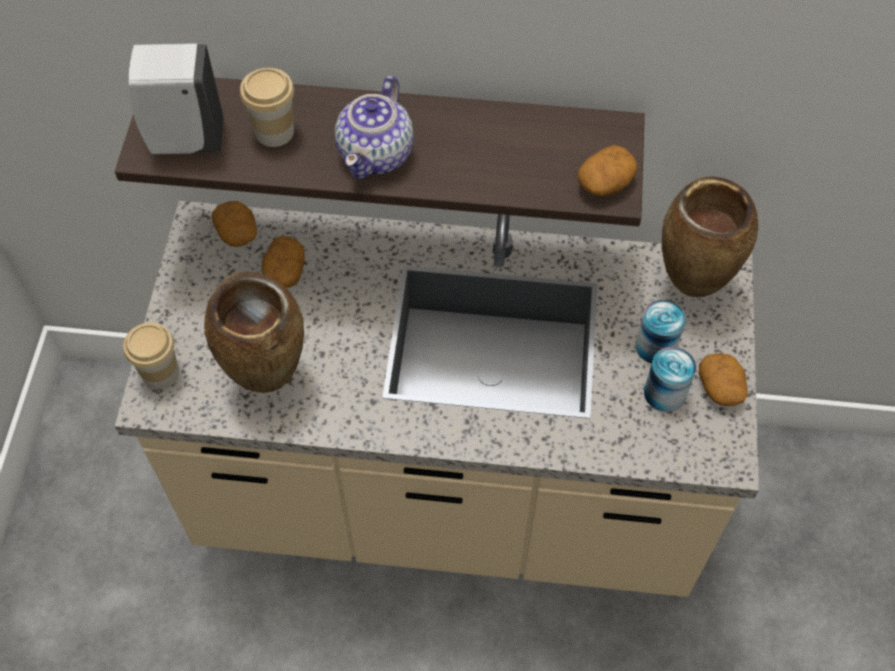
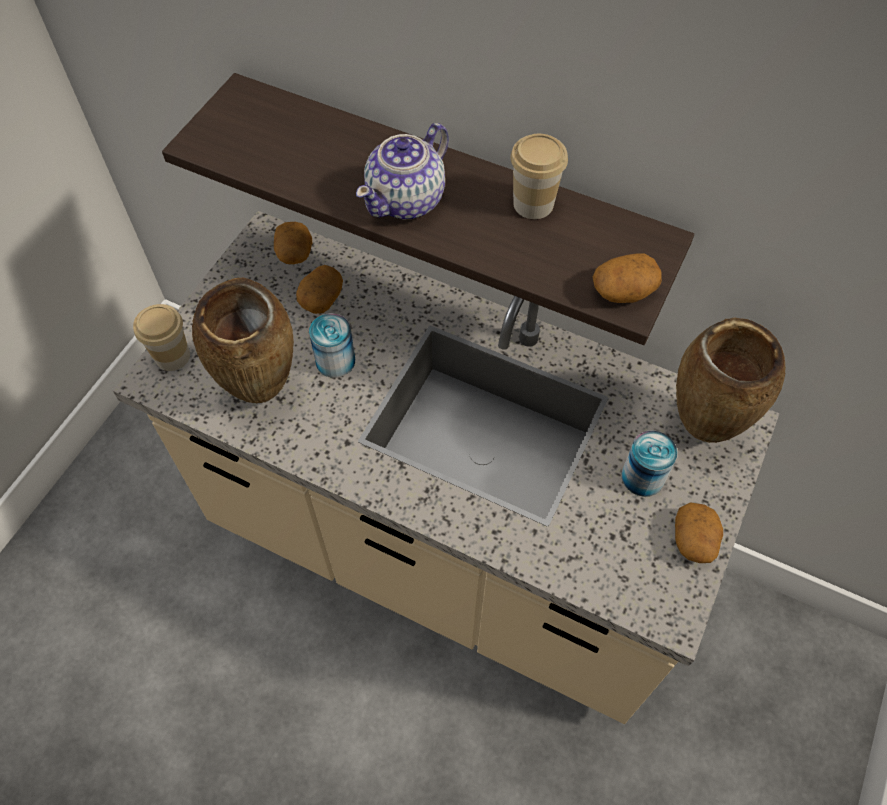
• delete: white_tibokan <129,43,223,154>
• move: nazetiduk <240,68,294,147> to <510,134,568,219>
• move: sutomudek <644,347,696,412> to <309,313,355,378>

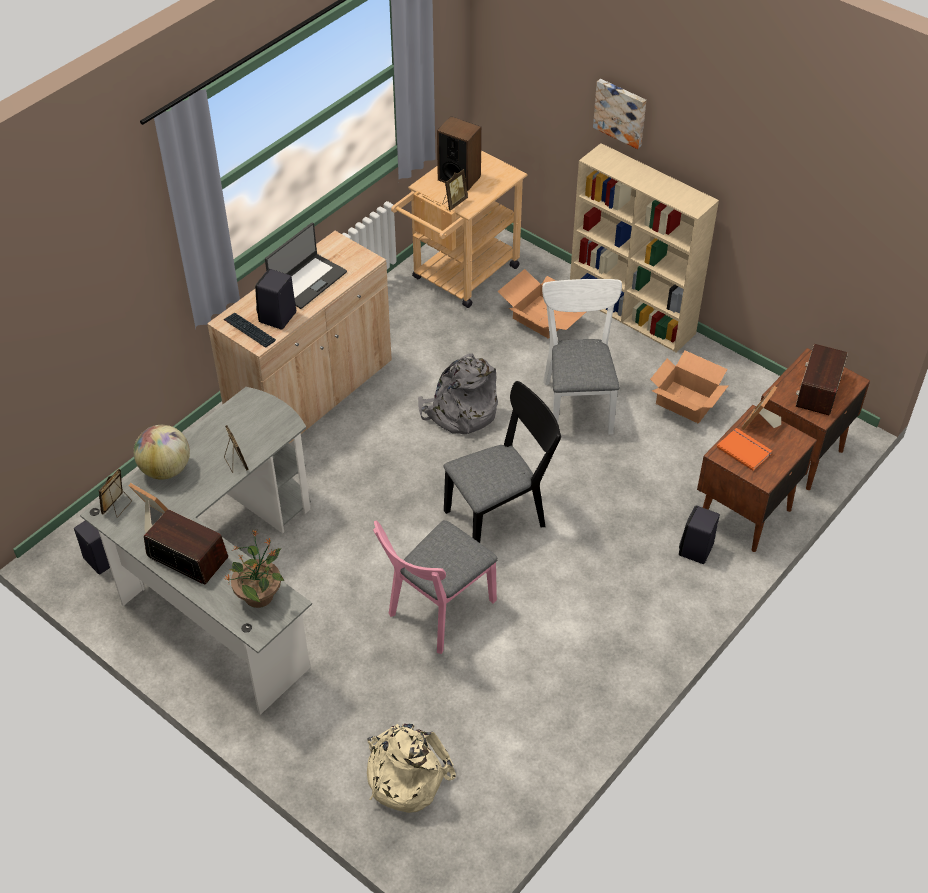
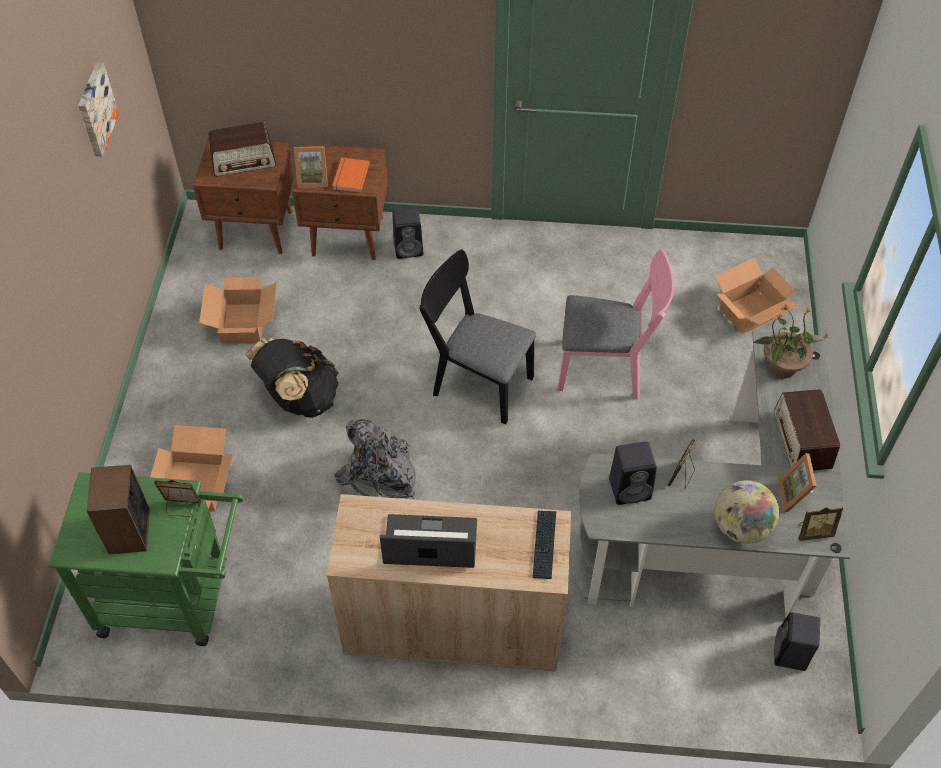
• move: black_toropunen <255,269,296,329> to <609,441,657,505>
• replace: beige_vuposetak <367,724,456,813> to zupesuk <715,258,799,334>
• recolor: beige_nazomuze <391,151,527,308> to green_nazomuze <48,472,244,646>
• replace: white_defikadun <542,279,622,435> to black_vuposetak <245,338,338,418>
• delete: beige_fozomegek <570,143,719,353>
• move: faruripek <593,79,646,149> to <78,62,119,157>

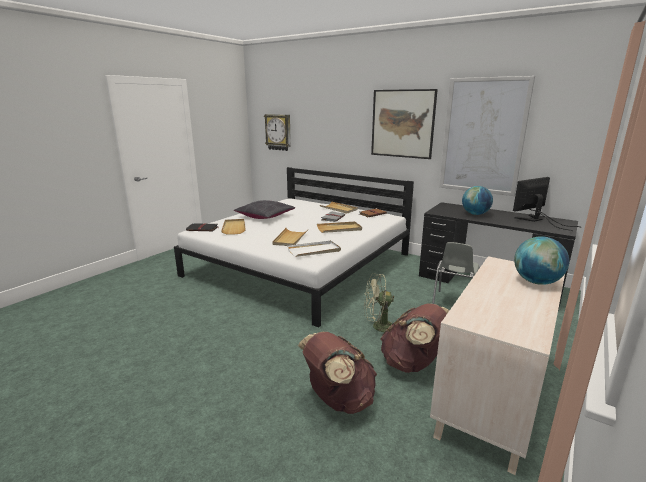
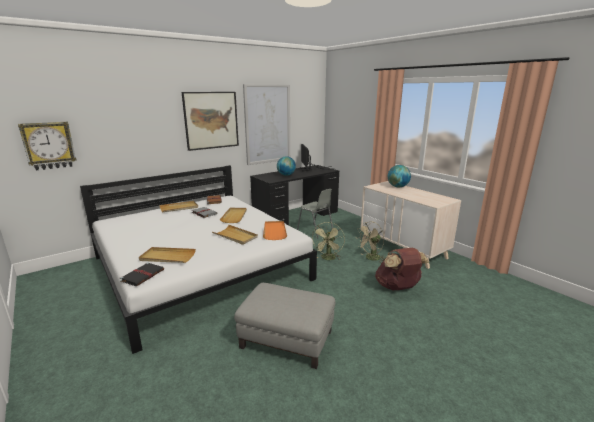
• delete: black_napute <234,200,295,219>
• recolor: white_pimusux <287,240,341,257> to orange_pimusux <263,221,287,240>
• replace: brown_vuposetak <381,304,449,373> to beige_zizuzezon <357,221,385,263>
• insert: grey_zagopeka <234,283,335,369>

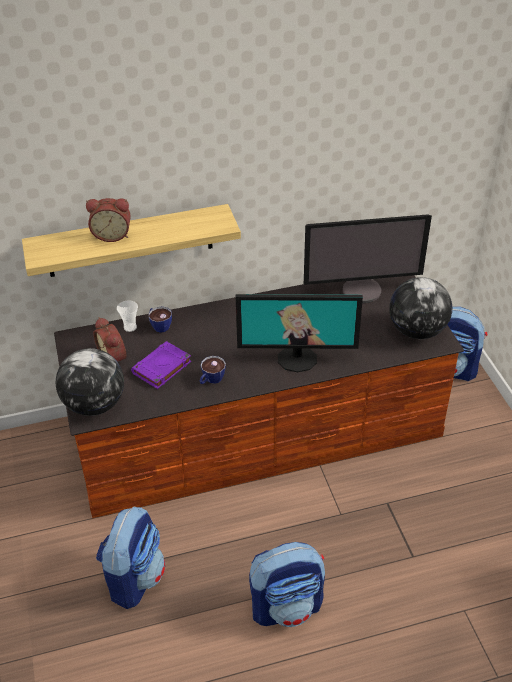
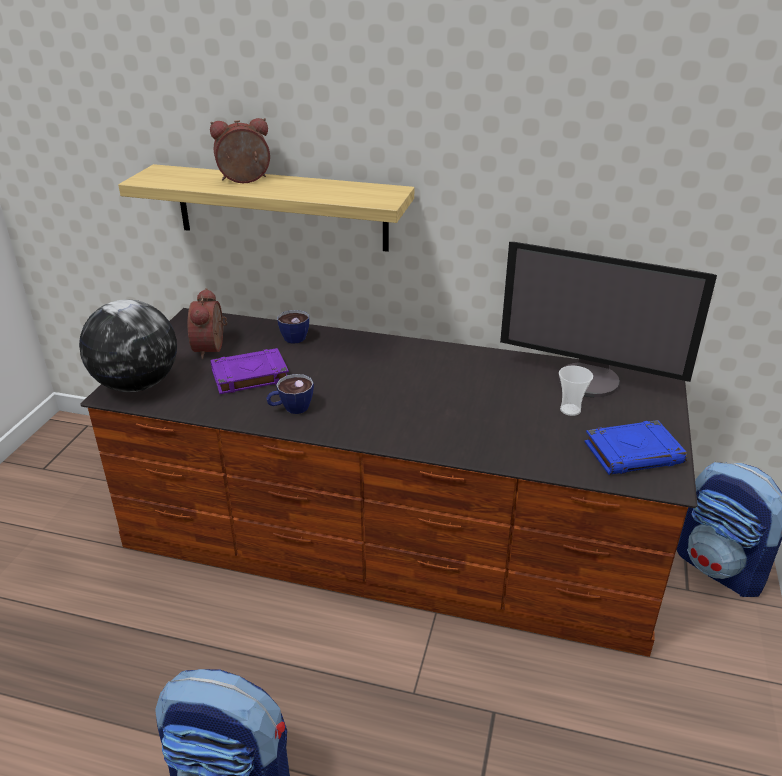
• rotate: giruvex <86,198,131,242> = <210,118,270,183> 135 degrees clockwise
• delete: vuposetak <96,507,165,609>
• move: nazetiduk <117,300,138,332> to <559,366,593,416>
• delete: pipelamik <236,294,363,372>
• replace: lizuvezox <390,277,452,339> to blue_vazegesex <585,420,687,475>

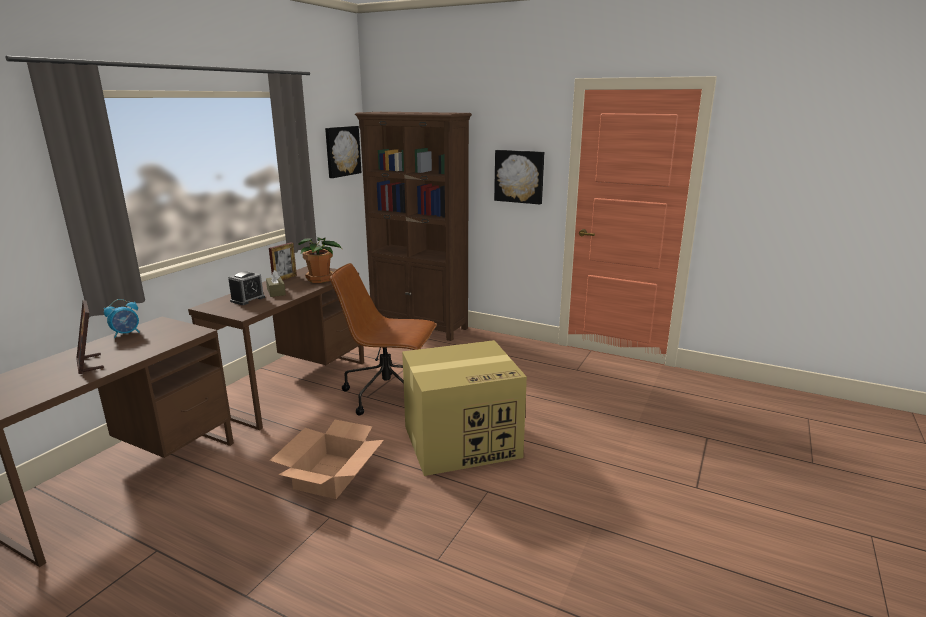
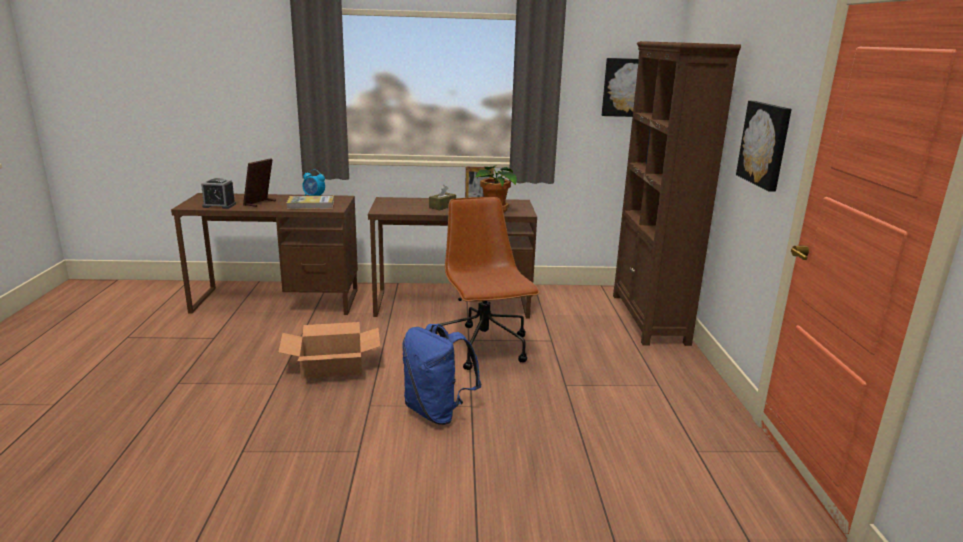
• move: giruvex <228,271,265,305> to <201,178,236,209>
• replace: zupesuk <402,340,527,476> to blue_vuposetak <402,324,481,425>
• insert: vazegesex <287,196,334,209>

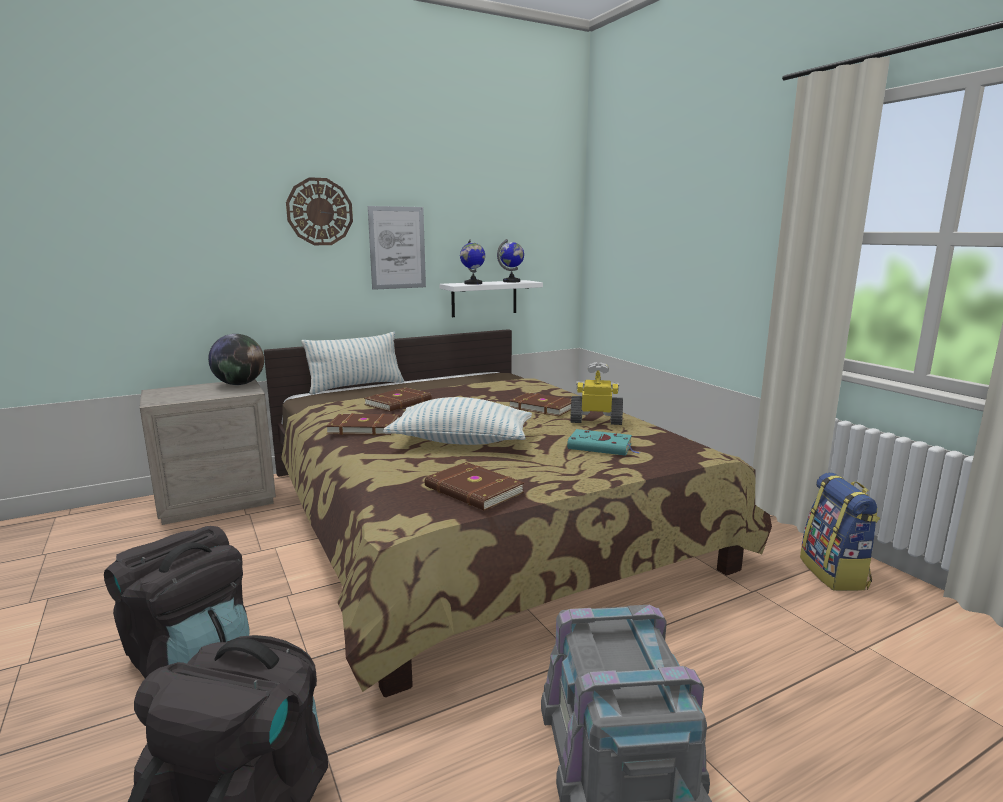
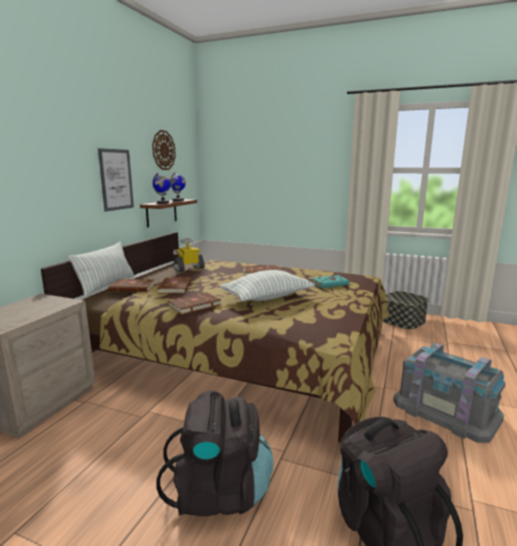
• delete: lizuvezox <208,334,264,385>
• move: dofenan <286,177,353,245> to <152,130,176,170>
• move: brown_vazegesex <425,462,524,511> to <108,279,155,292>
• recolor: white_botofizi <439,280,543,317> to brown_botofizi <140,199,197,227>
• move: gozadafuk <570,362,623,425> to <173,238,205,272>
• replace: vuposetak <800,473,880,591> to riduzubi <383,291,429,329>

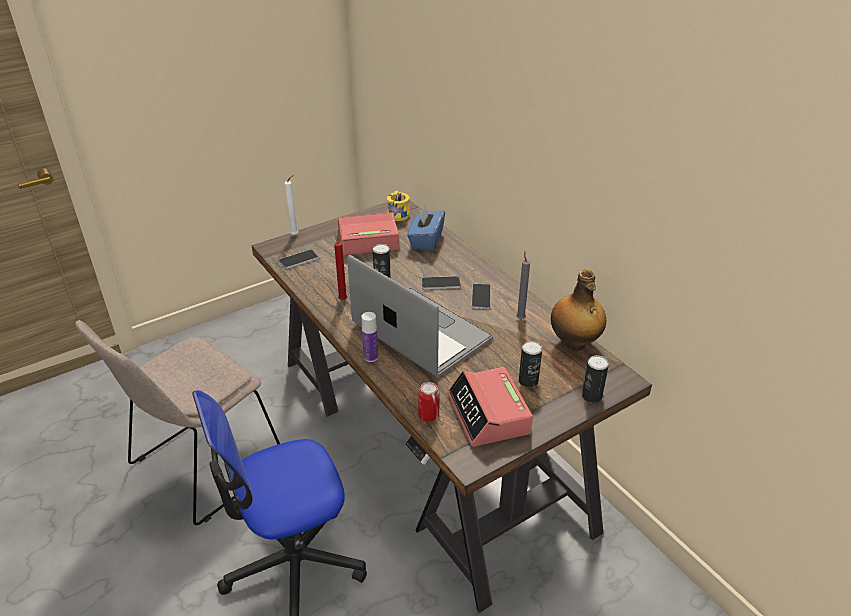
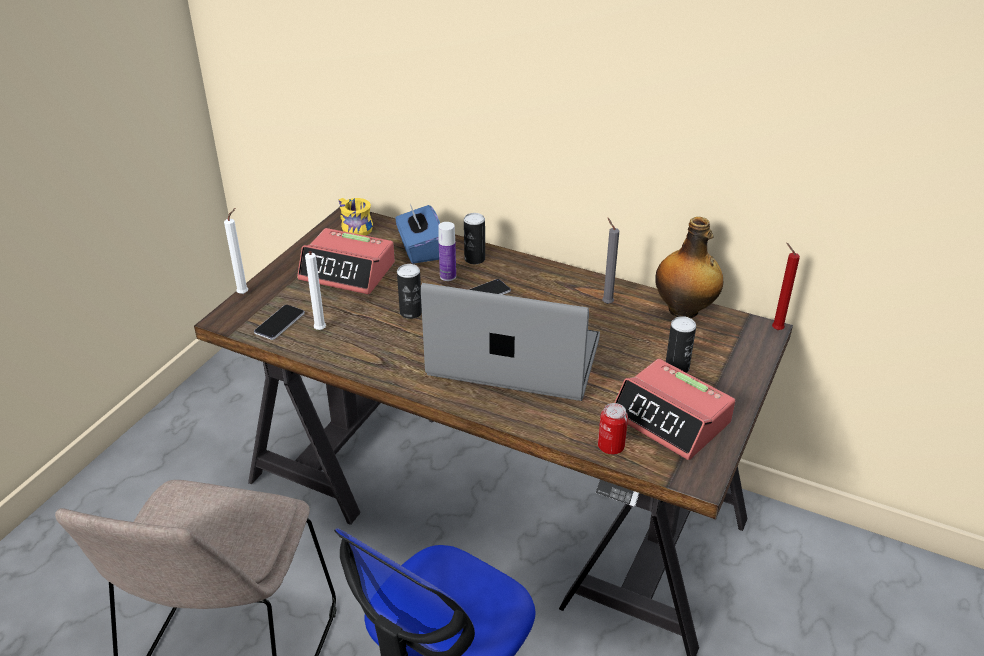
• move: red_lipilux <334,234,347,300> to <772,243,800,330>
• rotate: giruvex <338,212,399,255> = <297,228,395,294> 120 degrees counterclockwise
• move: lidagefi <361,312,378,362> to <438,222,456,281>
• delete: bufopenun <471,284,491,309>
• move: sutomudek <582,355,609,403> to <464,213,485,264>
• insert: white_lipilux <305,251,326,330>

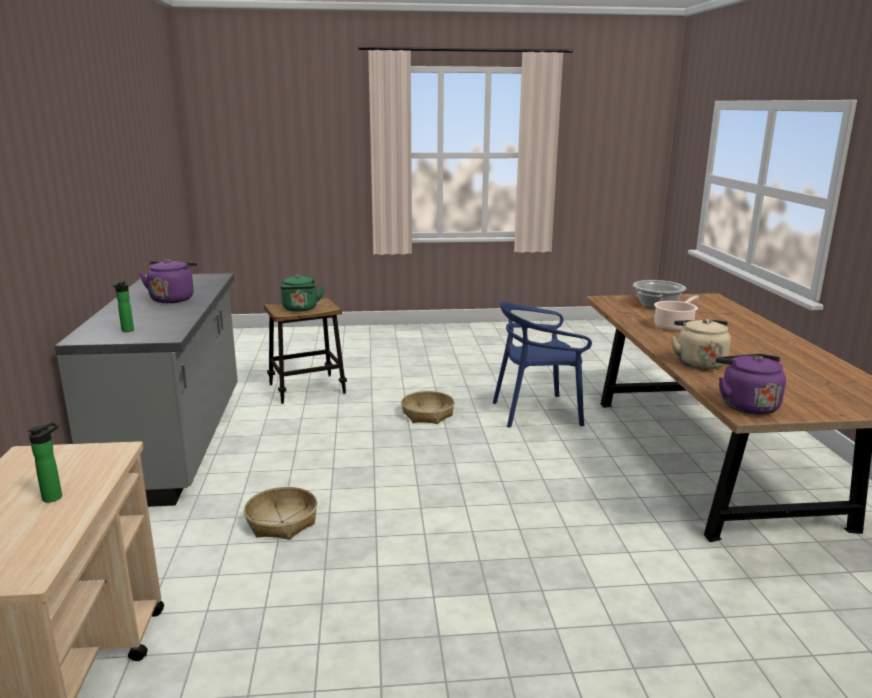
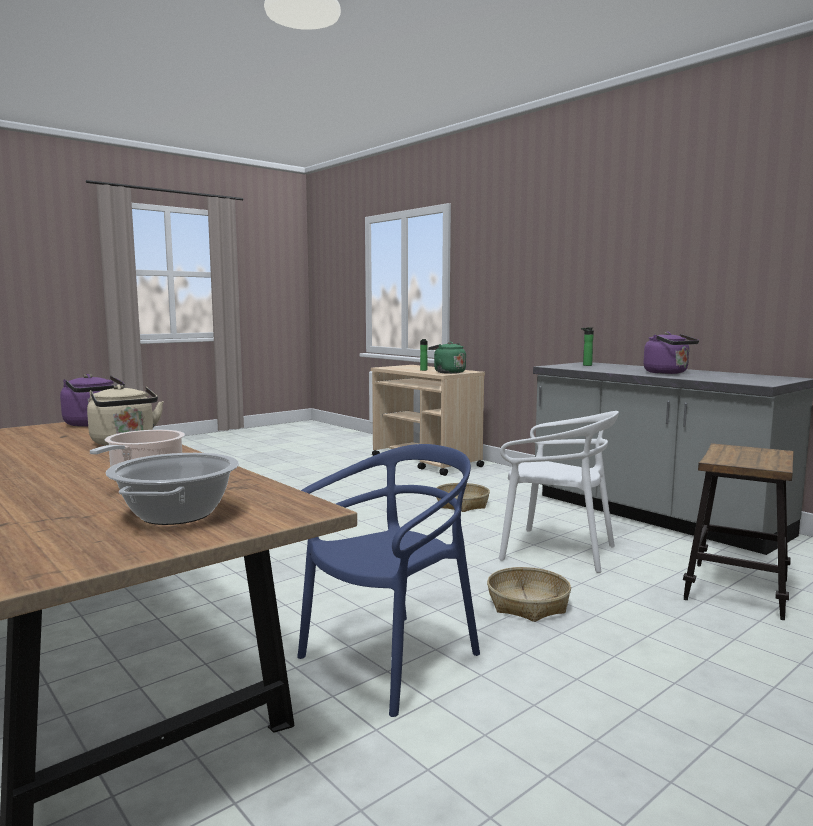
• move: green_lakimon <280,275,325,312> to <428,342,466,374>
• insert: white_defikadun <499,411,619,573>

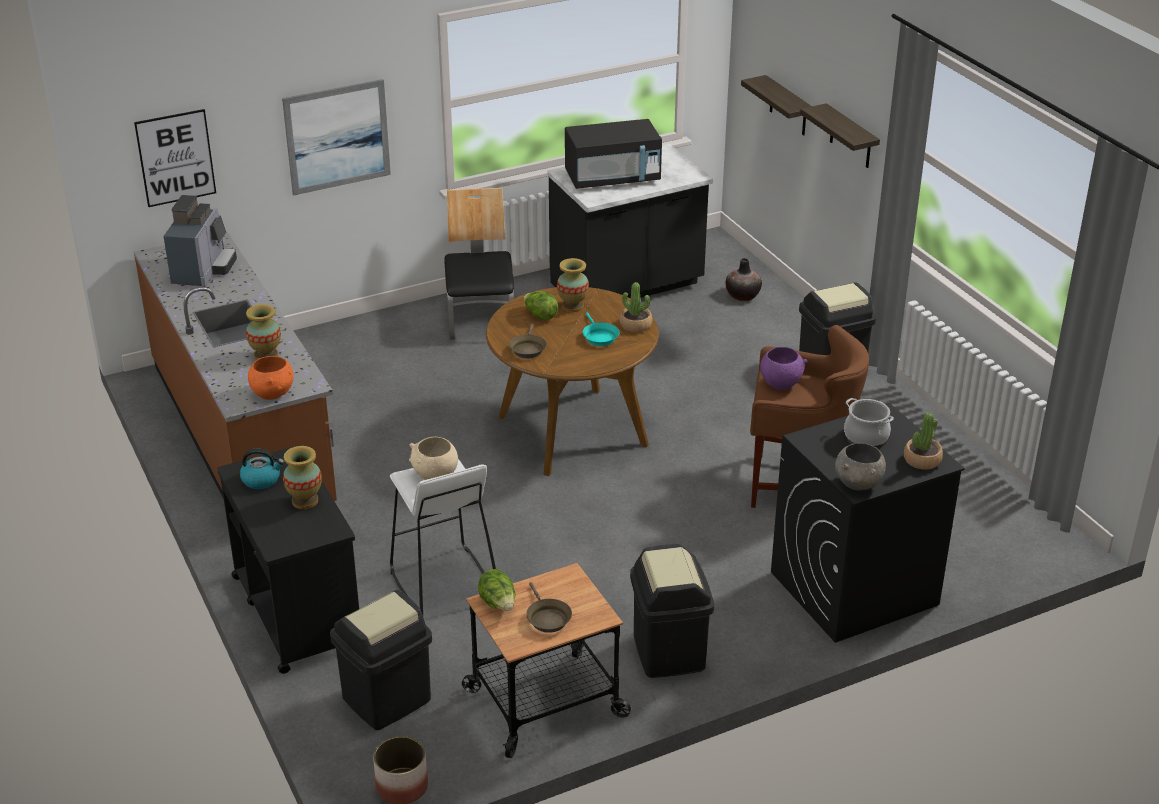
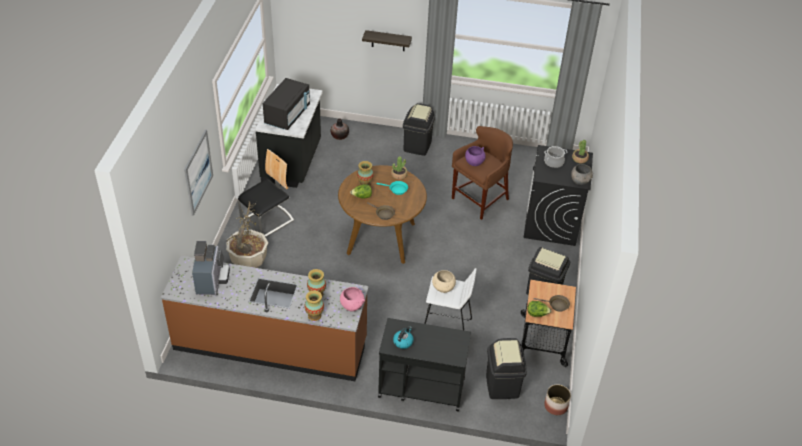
• delete: faruripek <134,109,216,207>
• rotate: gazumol <163,195,237,287> = <192,241,230,295> 45 degrees clockwise
• recolor: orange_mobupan <248,356,294,400> to pink_mobupan <340,287,365,311>
• move: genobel <283,446,322,509> to <305,290,324,321>
• rotate: defikadun <444,188,514,340> = <238,149,294,237> 105 degrees clockwise
• delete: botofizi <741,75,812,136>
• insert: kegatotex <226,201,268,268>

